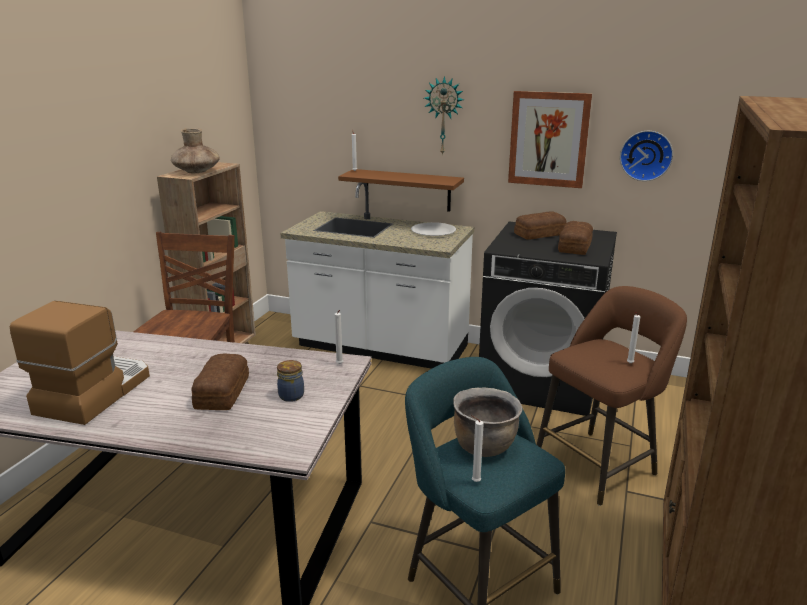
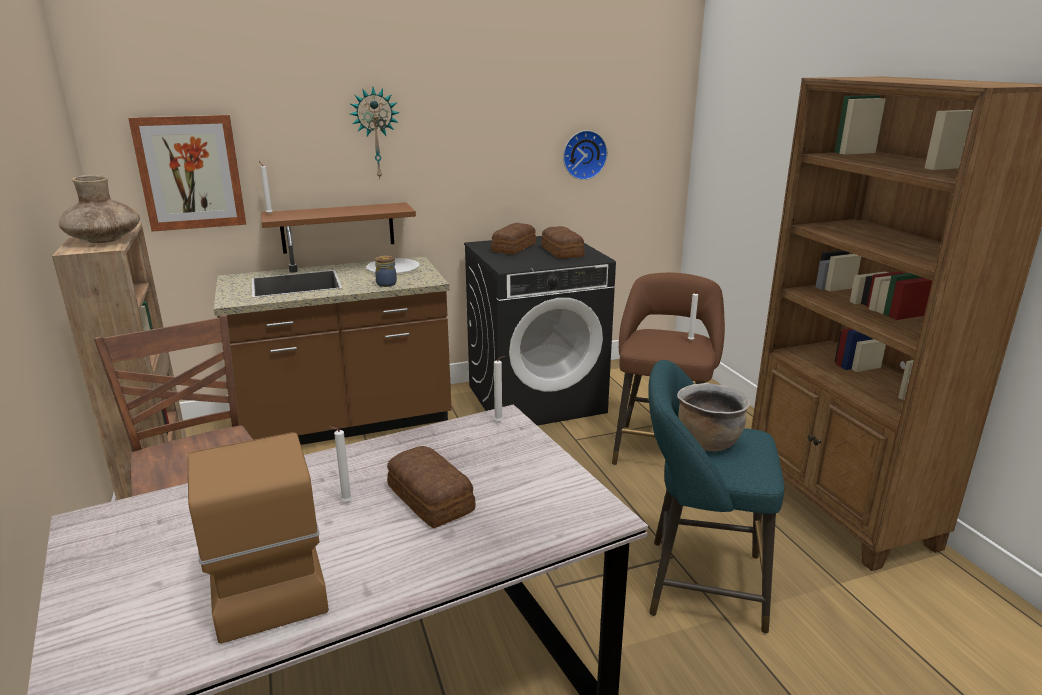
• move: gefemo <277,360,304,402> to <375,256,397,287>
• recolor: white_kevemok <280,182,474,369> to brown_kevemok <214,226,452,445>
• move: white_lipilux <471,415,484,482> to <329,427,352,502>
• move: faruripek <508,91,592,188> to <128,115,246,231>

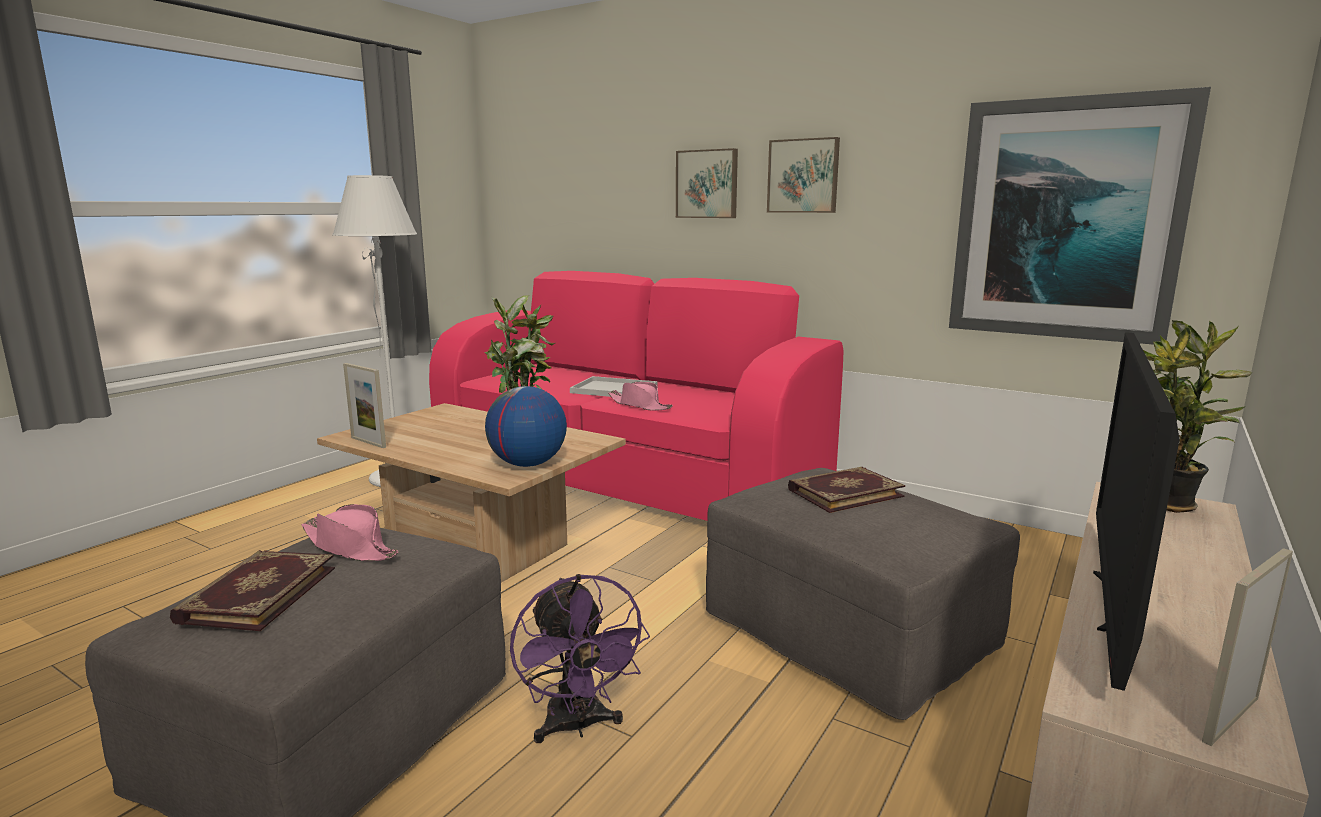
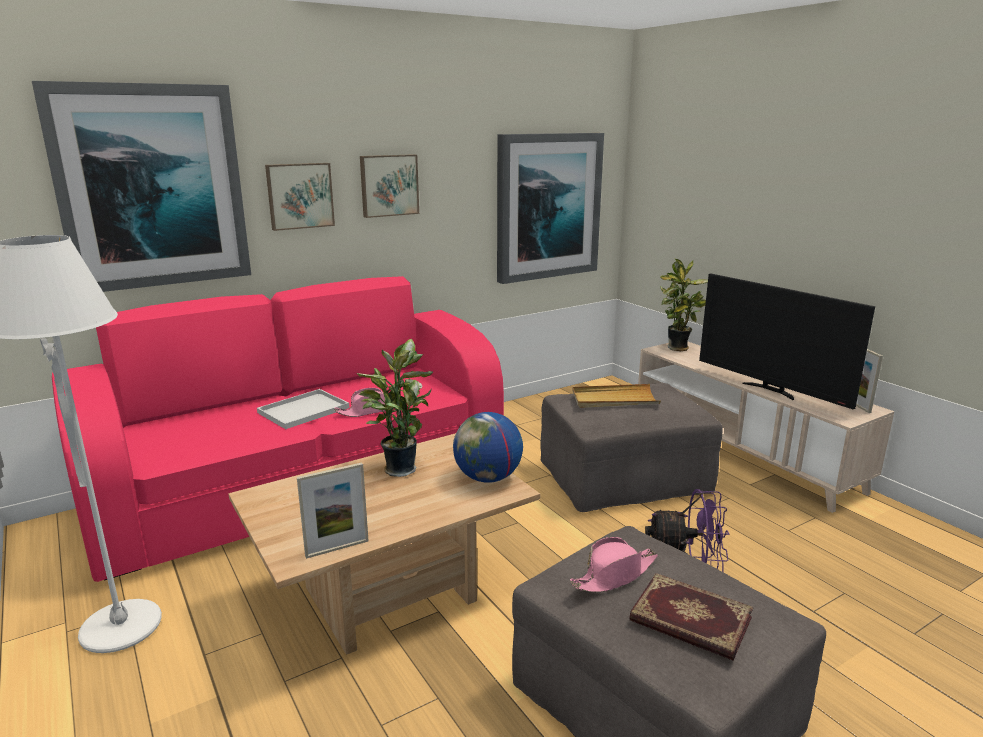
• replace: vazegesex <788,467,905,513> to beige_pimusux <572,384,661,408>
• insert: faruripek <32,81,251,292>

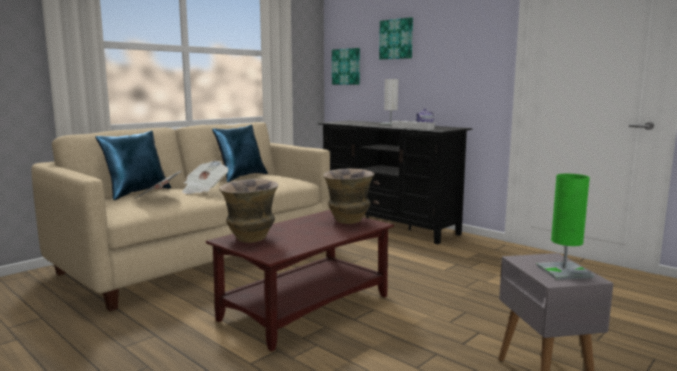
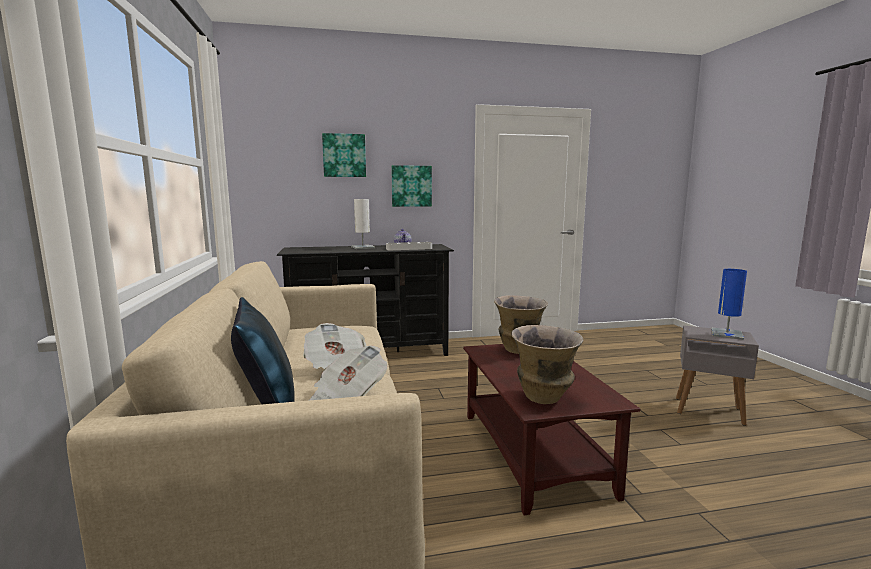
• delete: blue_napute <212,124,268,183>
• move: faruripek <332,48,360,85> to <391,165,432,207>
• recolor: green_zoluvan <536,174,594,280> to blue_zoluvan <711,269,747,340>

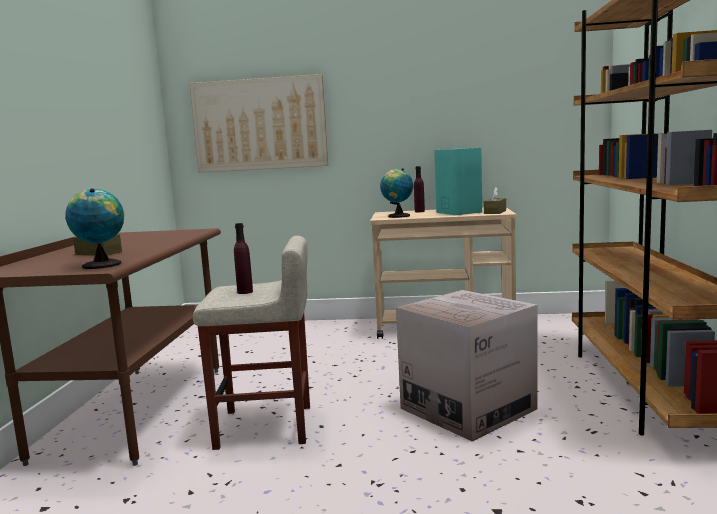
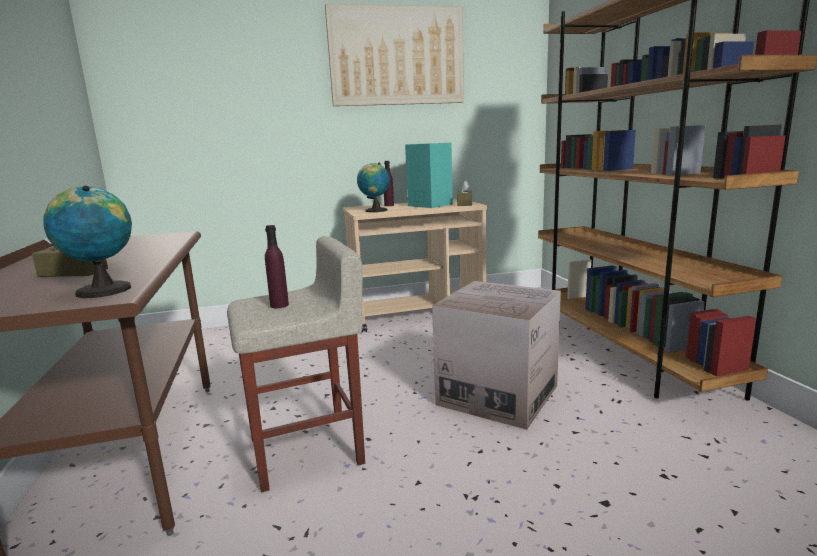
• move: faruripek <190,74,328,173> to <325,4,464,106>

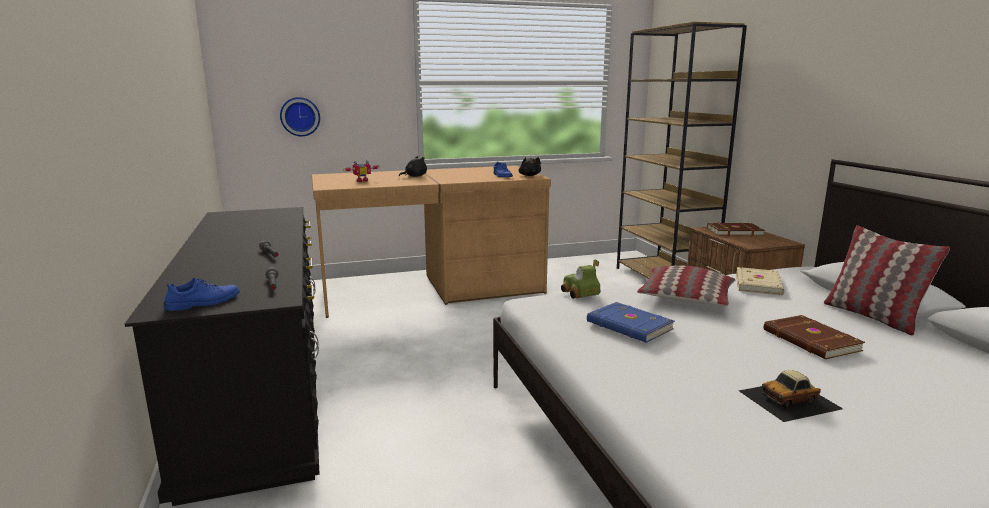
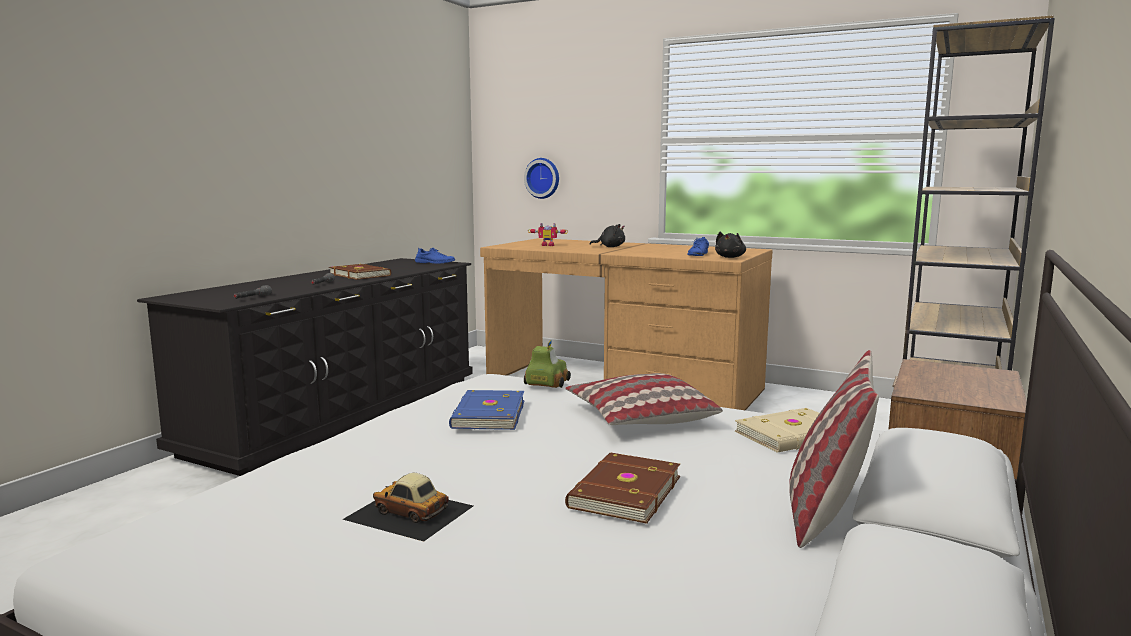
• move: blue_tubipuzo <164,277,240,311> to <415,248,455,264>
• move: brown_vazegesex <707,223,765,236> to <329,264,391,280>

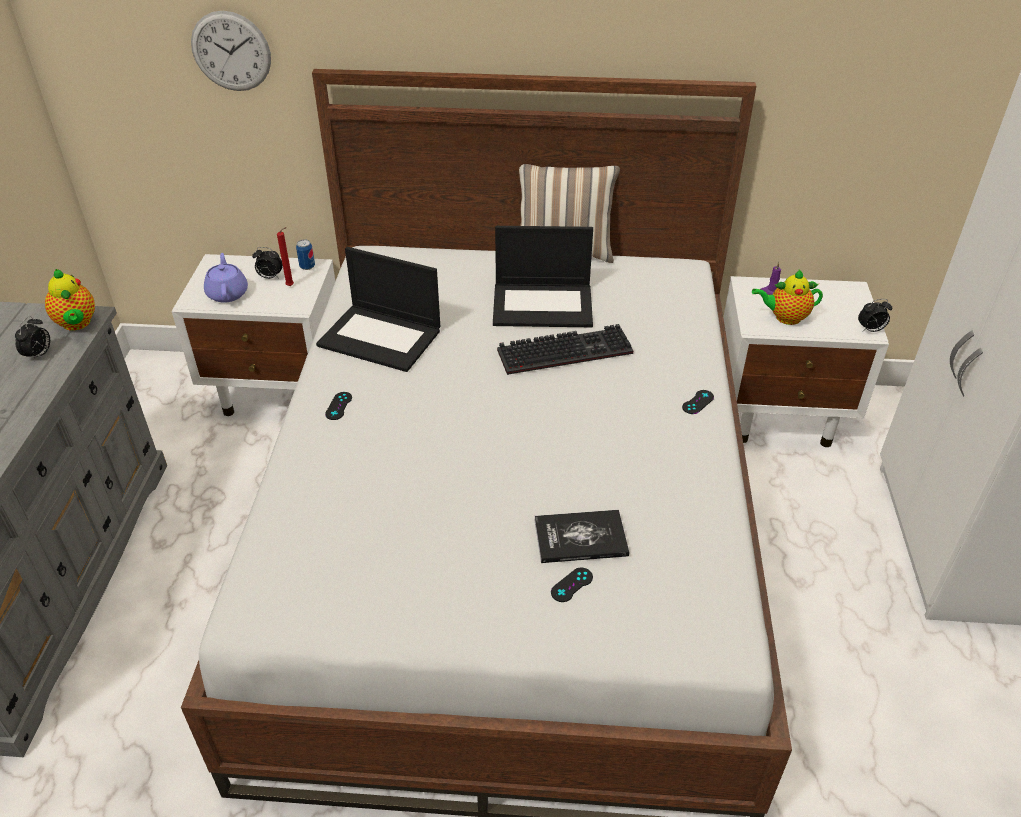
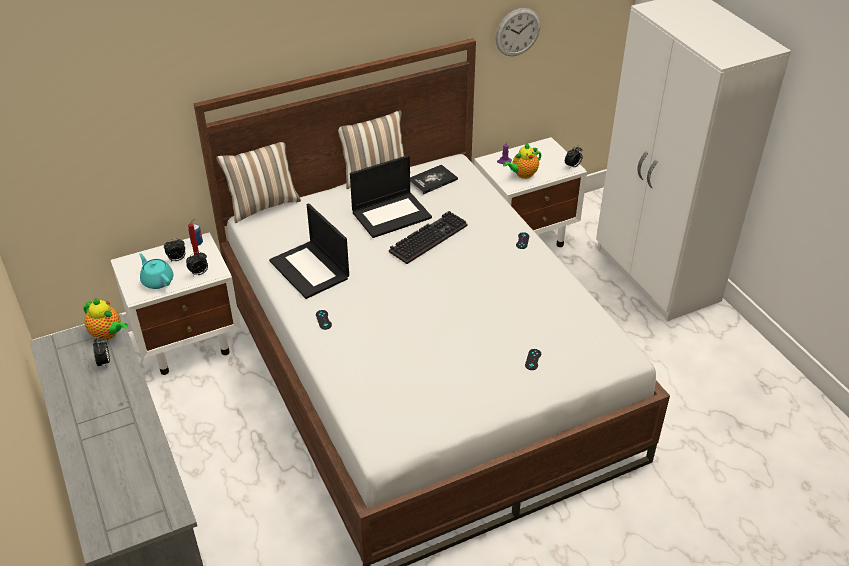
• move: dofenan <191,11,271,91> to <495,8,540,56>
• recolor: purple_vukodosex <204,253,248,303> to turquoise_vukodosex <139,253,173,289>
• rotate: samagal <316,247,440,372> = <269,203,349,299> 60 degrees clockwise
• move: vazegesex <534,510,629,563> to <410,164,458,195>
• insert: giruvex <186,252,208,276>
• insert: napute <216,142,301,223>

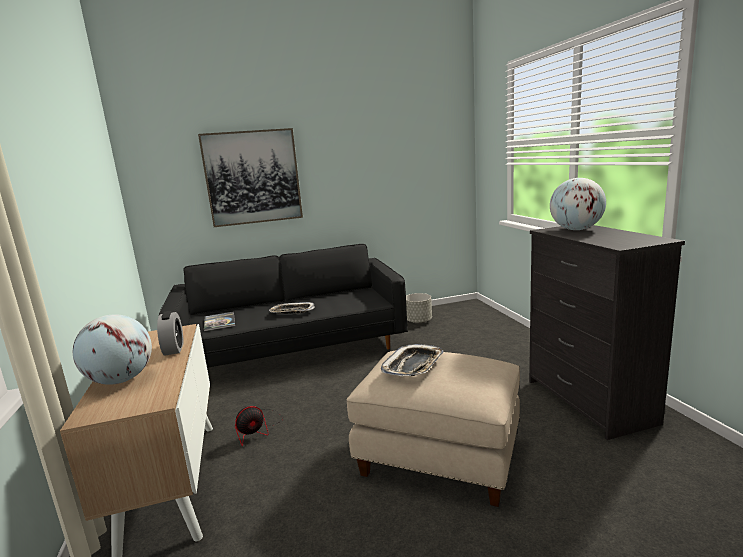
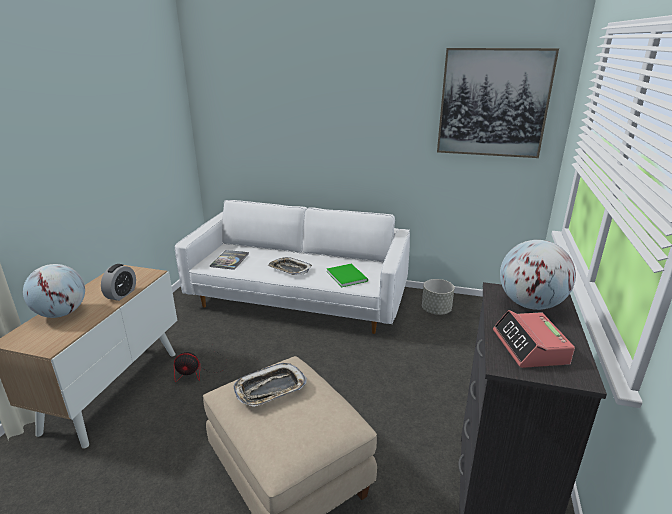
• recolor: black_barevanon <159,244,408,368> to white_barevanon <175,200,410,334>
• move: faruripek <198,128,303,227> to <437,48,559,158>
• insert: green_vazegesex <327,264,368,287>
• insert: giruvex <493,310,575,368>

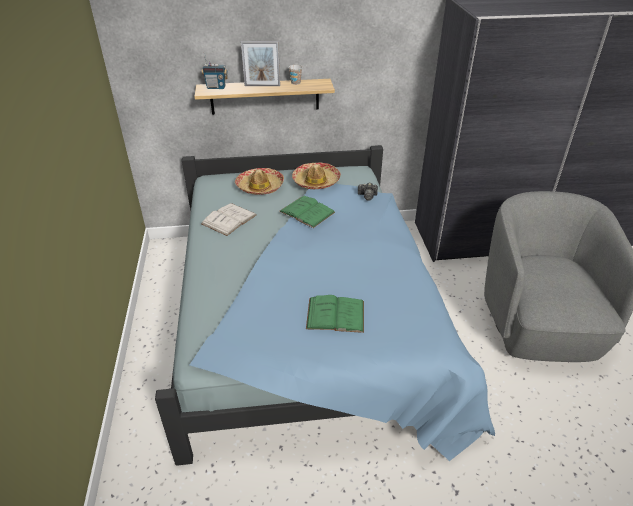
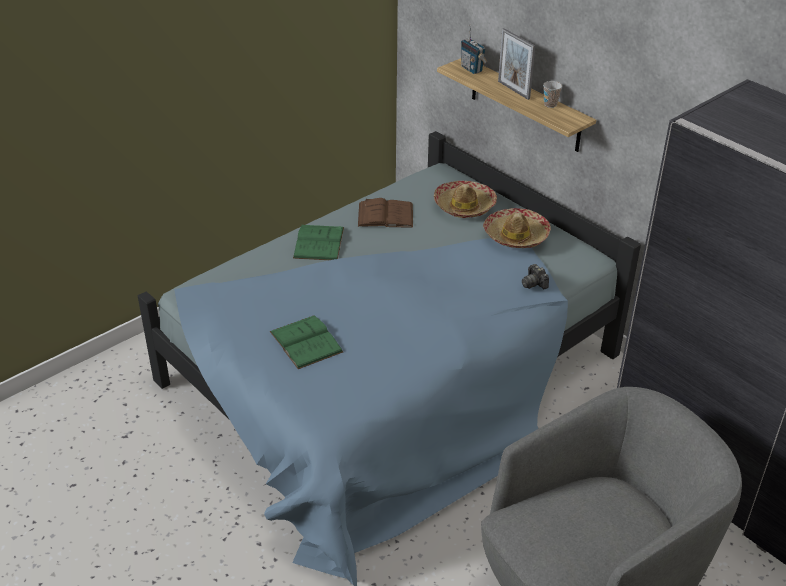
• recolor: white_vazegesex <201,203,257,236> to brown_vazegesex <358,198,413,228>
• move: green_vazegesex <279,195,335,228> to <293,225,344,260>

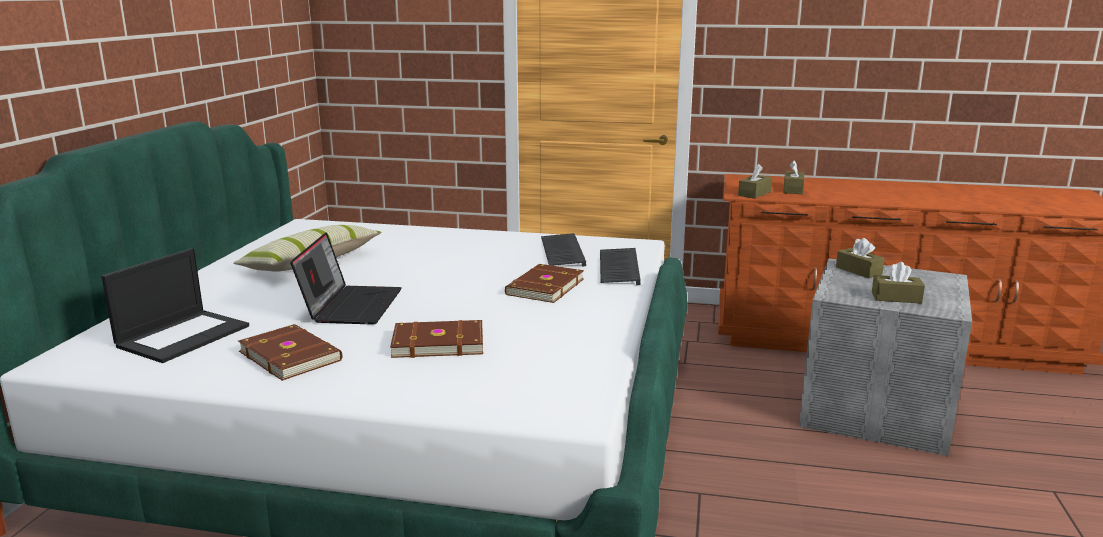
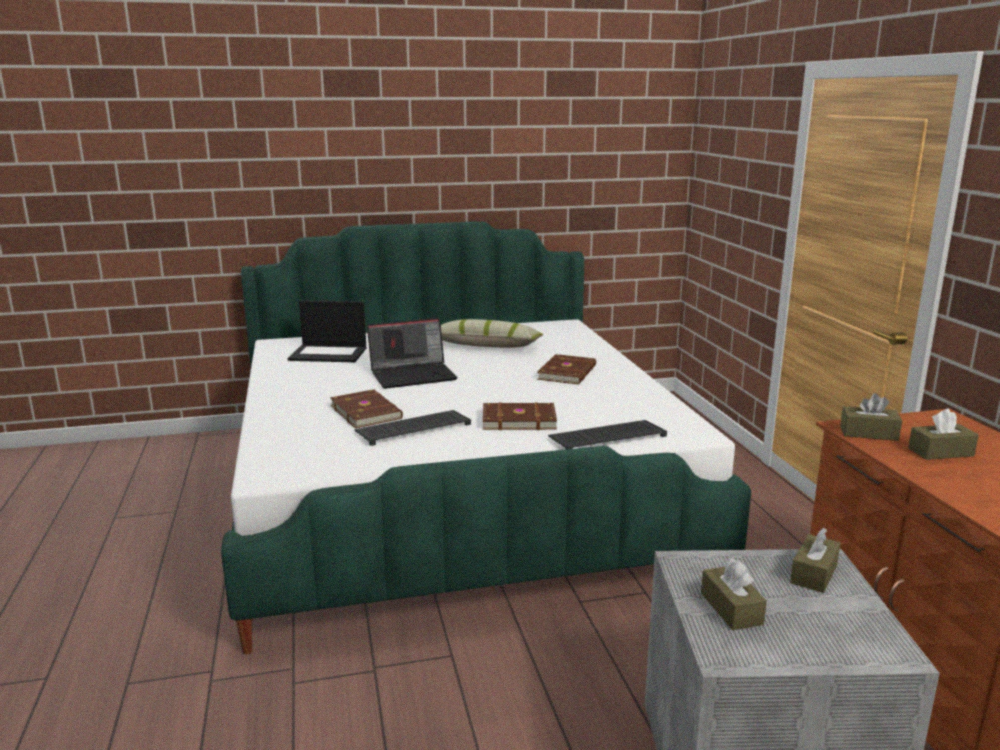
• move: brown_vazegesex <238,324,342,381> to <537,354,596,384>
• move: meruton <541,233,586,267> to <354,410,471,446>

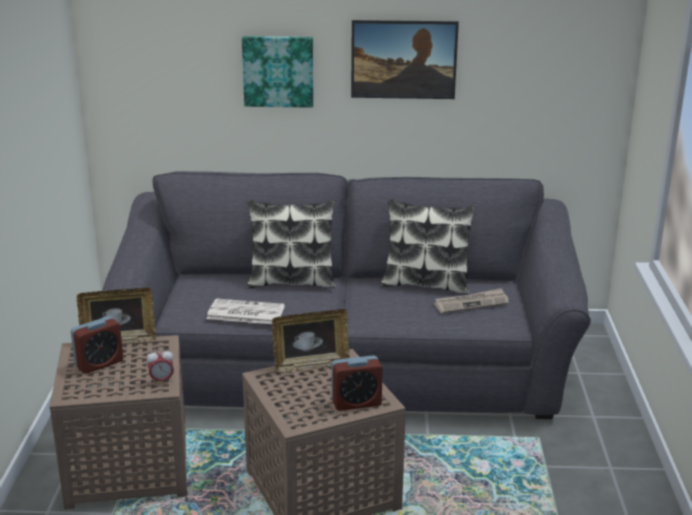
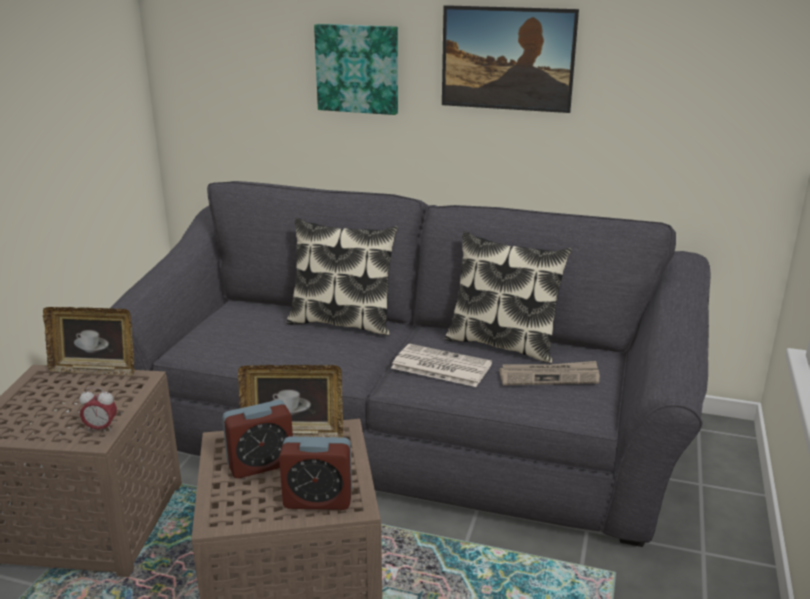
• move: giruvex <71,316,123,374> to <222,400,293,478>
• move: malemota <207,298,285,324> to <391,344,492,387>

